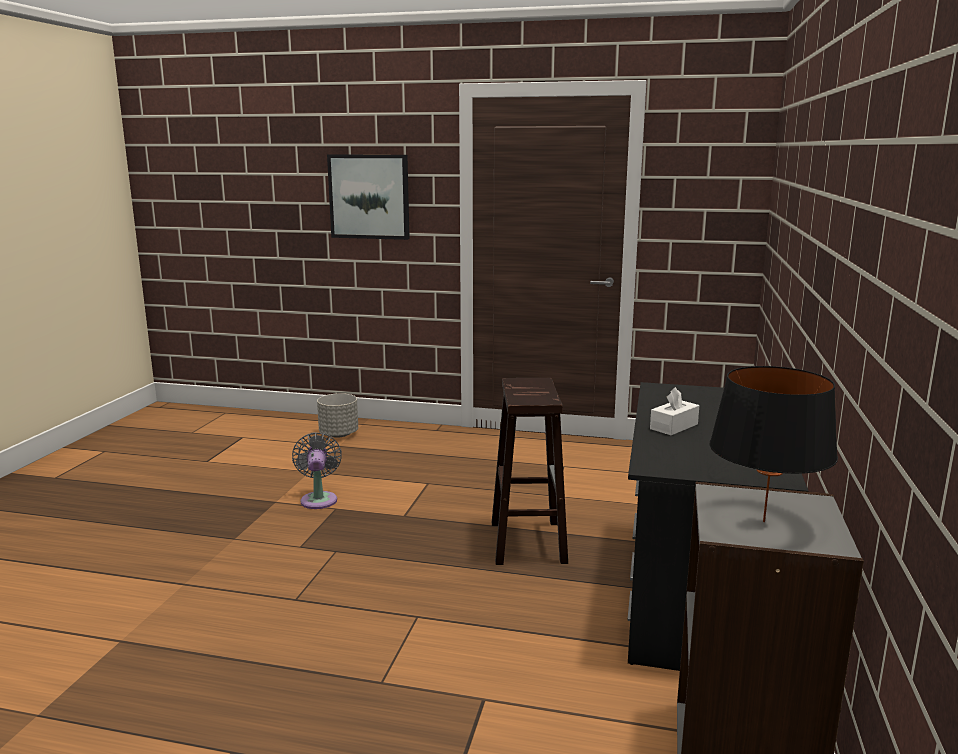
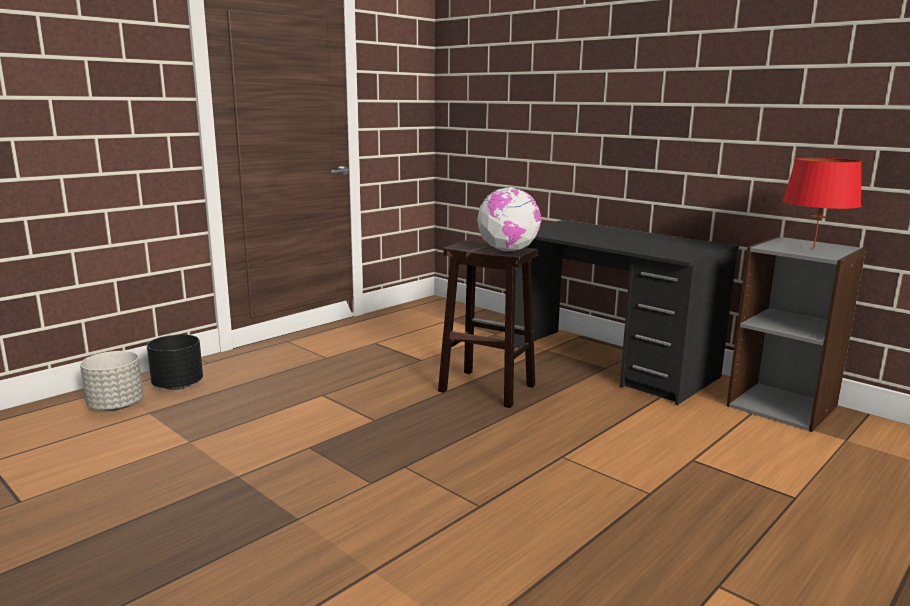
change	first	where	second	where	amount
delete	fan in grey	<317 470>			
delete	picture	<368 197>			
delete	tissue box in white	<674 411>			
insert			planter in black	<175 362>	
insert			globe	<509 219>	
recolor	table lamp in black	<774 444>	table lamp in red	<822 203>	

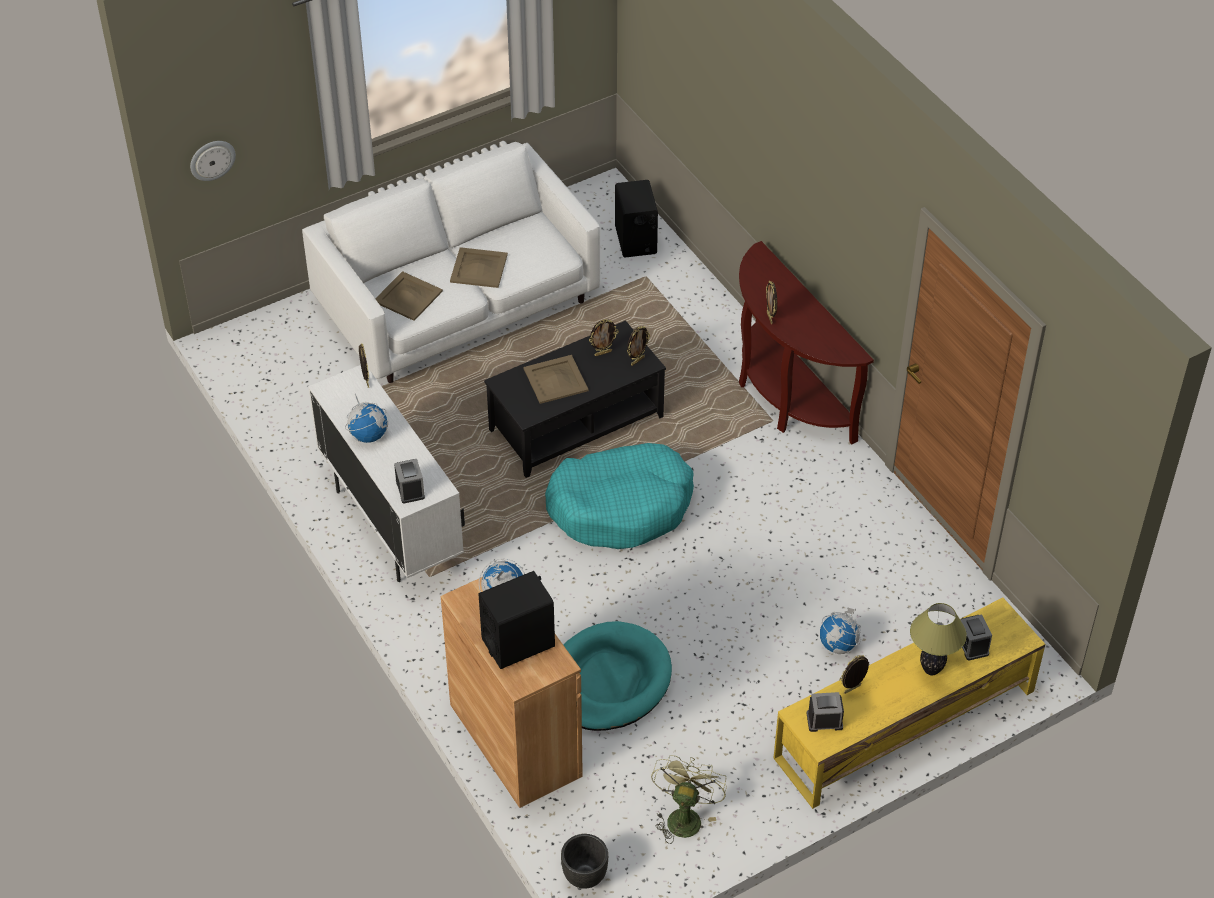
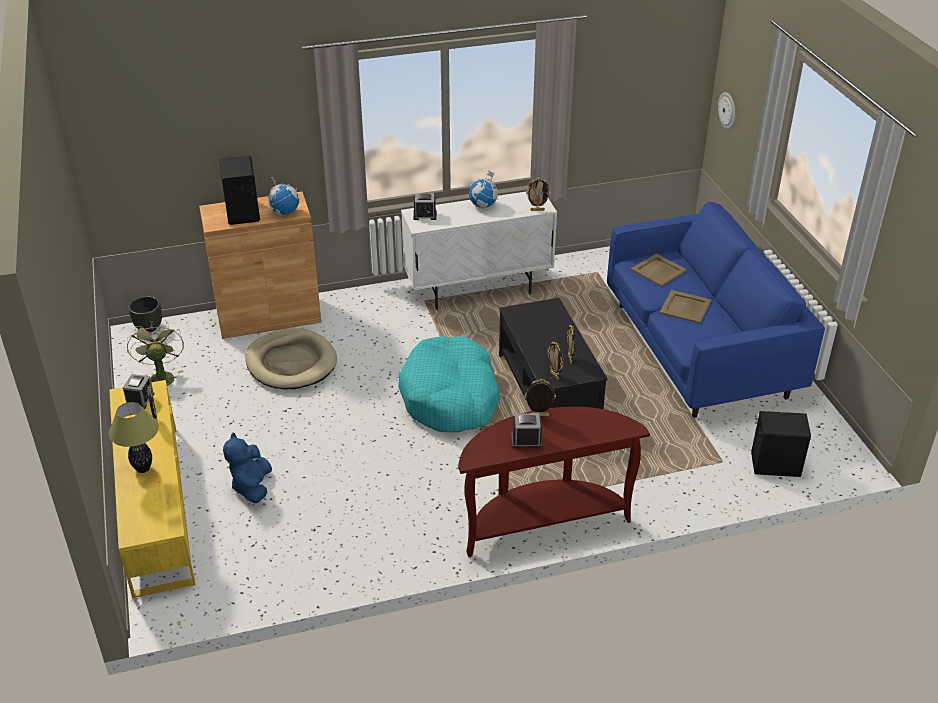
change	first	where	second	where	amount
delete	tray in beige	<556 379>			
move	alarm clock	<976 637>		<526 430>	
replace	globe	<840 630>	plush toy in blue	<247 468>	
recolor	sofa in white	<451 262>	sofa in blue	<716 310>	
recolor	dog bed in turquoise	<618 676>	dog bed in beige	<291 358>	
rotate	fan in green	<689 799>		<155 353>	135 degrees counterclockwise

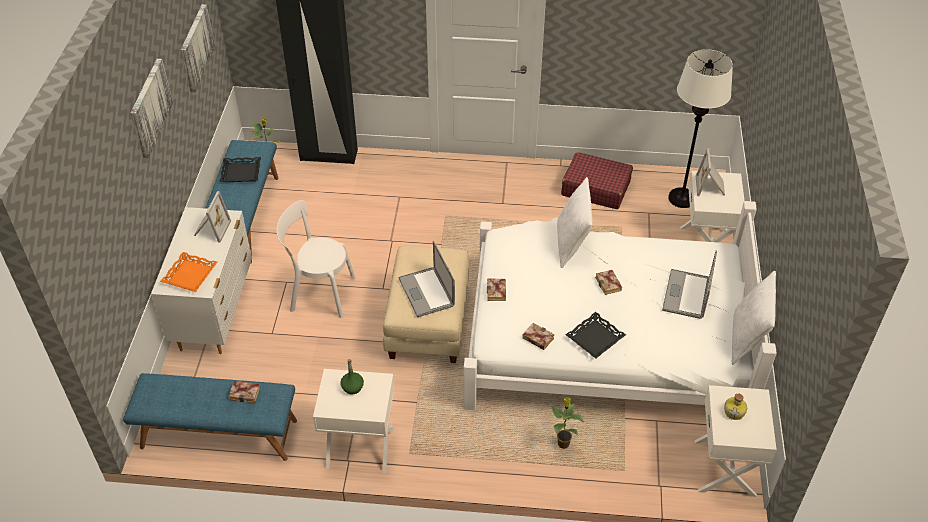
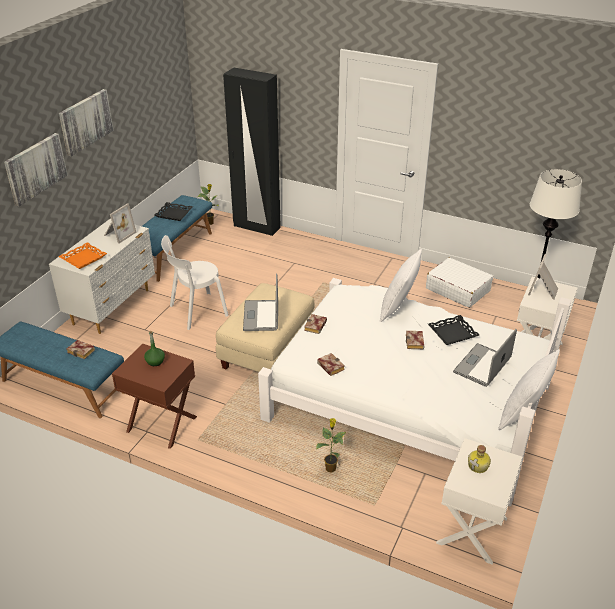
change	first	where	second	where	amount
move	picture	<198 48>		<36 169>	
move	tray in black	<596 335>		<453 330>	
recolor	nightstand in white	<353 421>	nightstand in brown	<154 396>	
recolor	suitcase in red	<597 180>	suitcase in white	<459 283>	
rotate	chair in white	<316 259>		<195 282>	60 degrees counterclockwise

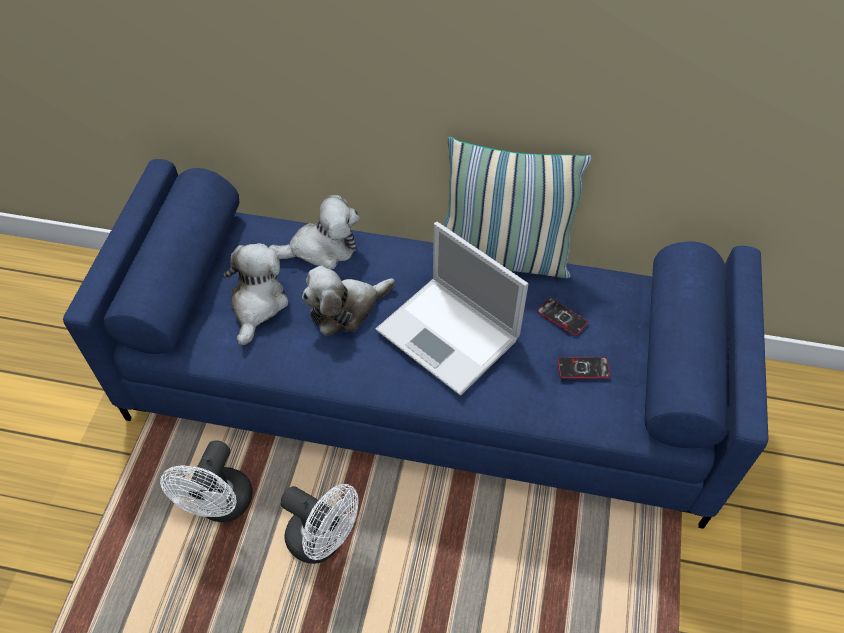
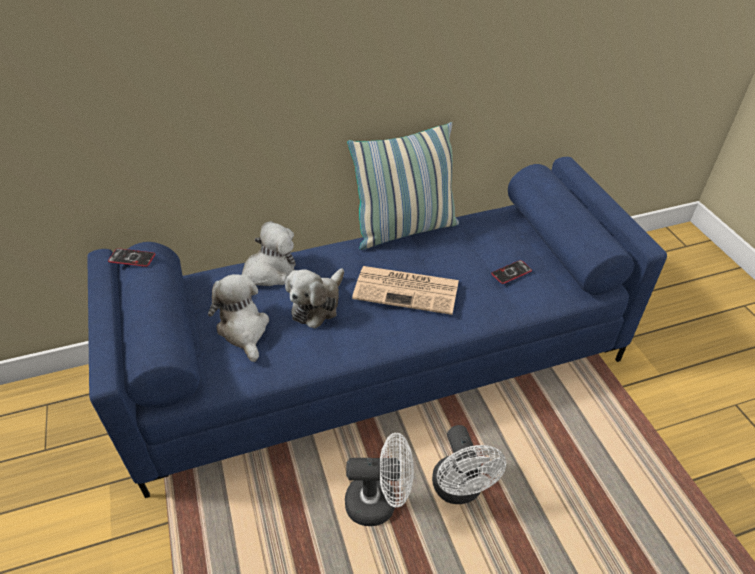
change	first	where	second	where	amount
move	fan in white	<206 481>		<469 464>	
move	phone	<562 317>		<132 257>	
replace	laptop	<451 309>	newspaper	<405 290>	

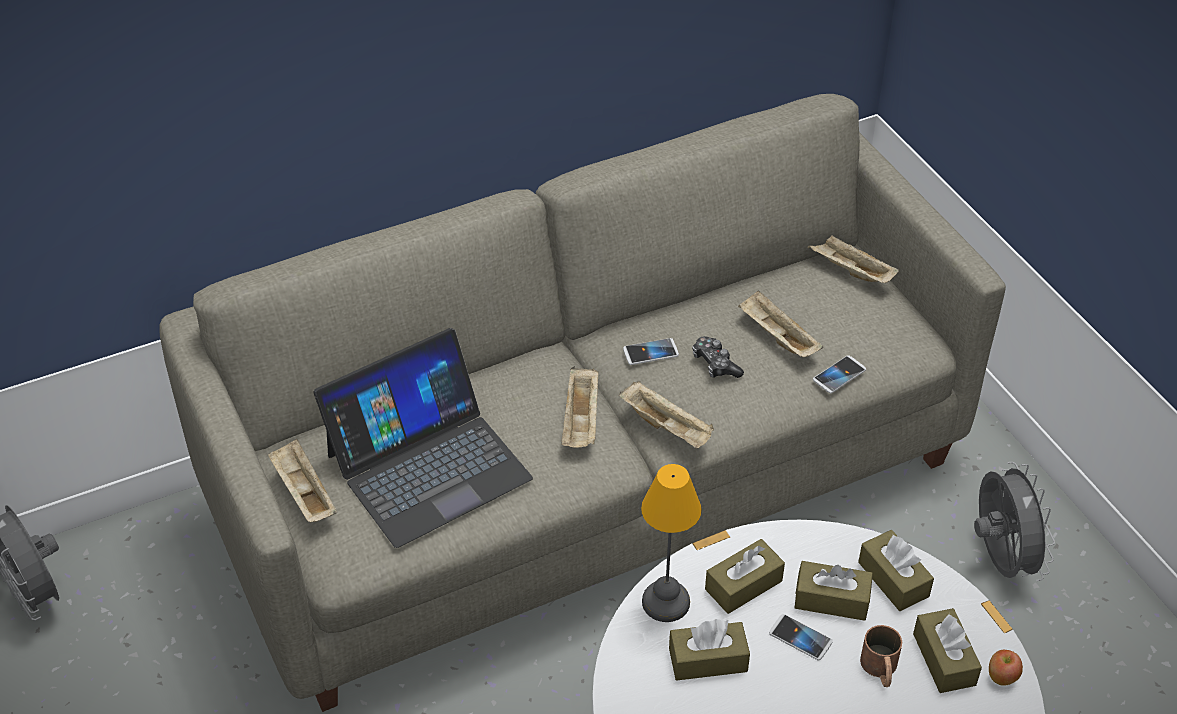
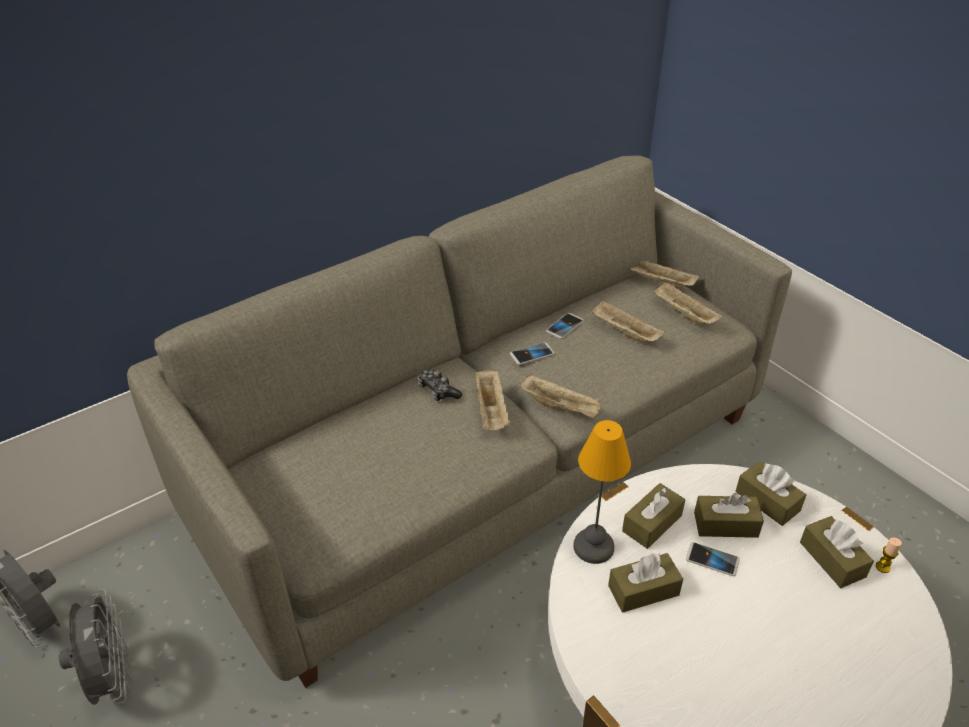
change	first	where	second	where	amount
delete	laptop	<423 438>			
delete	mug in brown	<881 656>			
move	tray in beige	<302 481>		<688 302>	
move	game controller	<718 357>		<440 385>	
move	phone	<839 374>		<565 326>	
move	fan in grey	<1014 521>		<95 647>	
replace	apple	<1006 668>	candle	<889 555>	

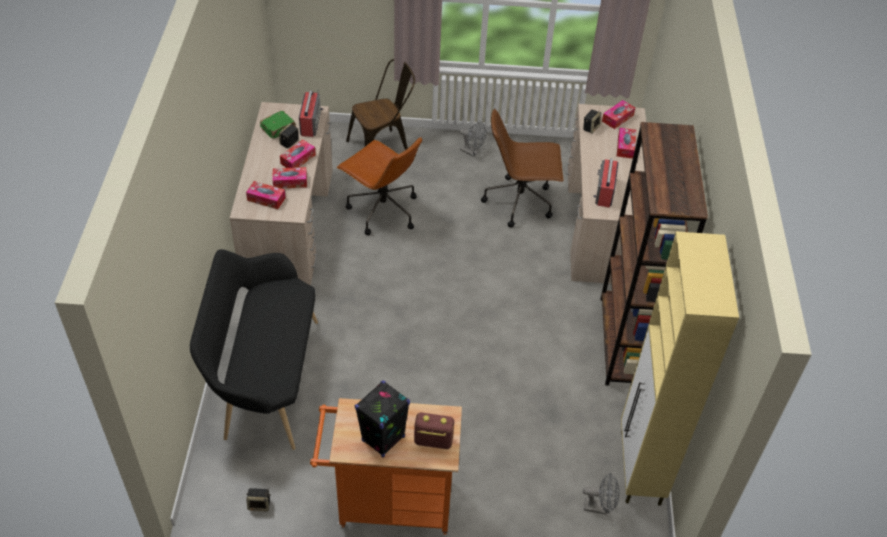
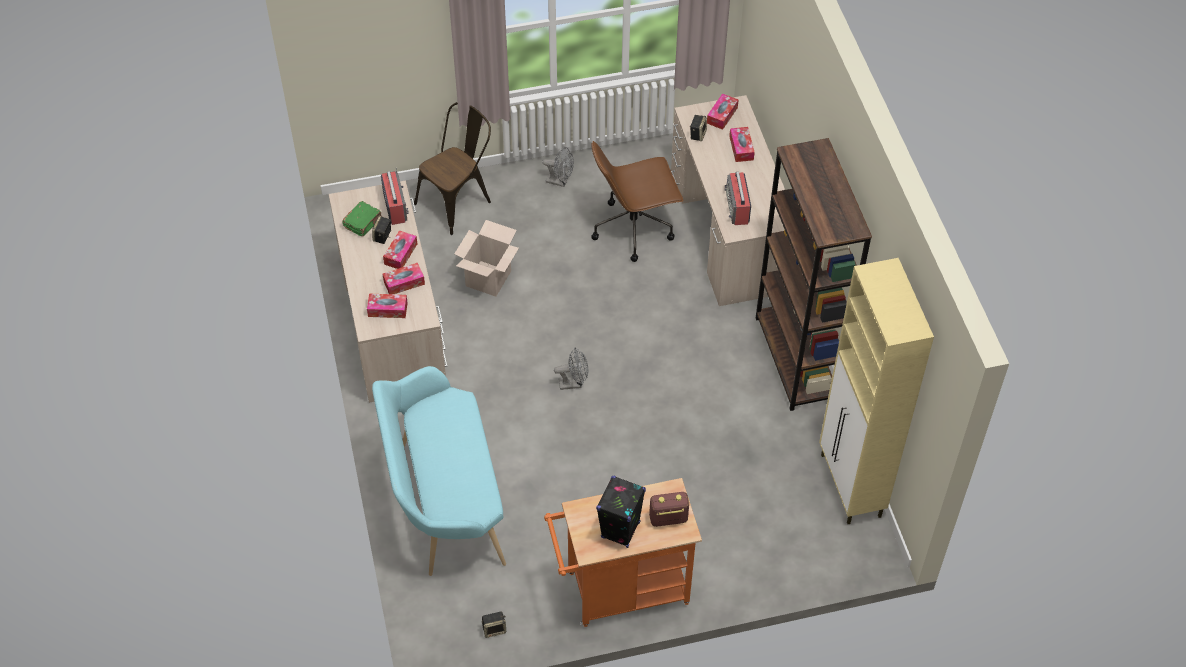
change	first	where	second	where	amount
move	fan in grey	<601 494>		<571 368>	
replace	office chair in brown	<379 186>	cardboard box	<486 258>	
recolor	bench in black	<254 349>	bench in turquoise	<439 471>	

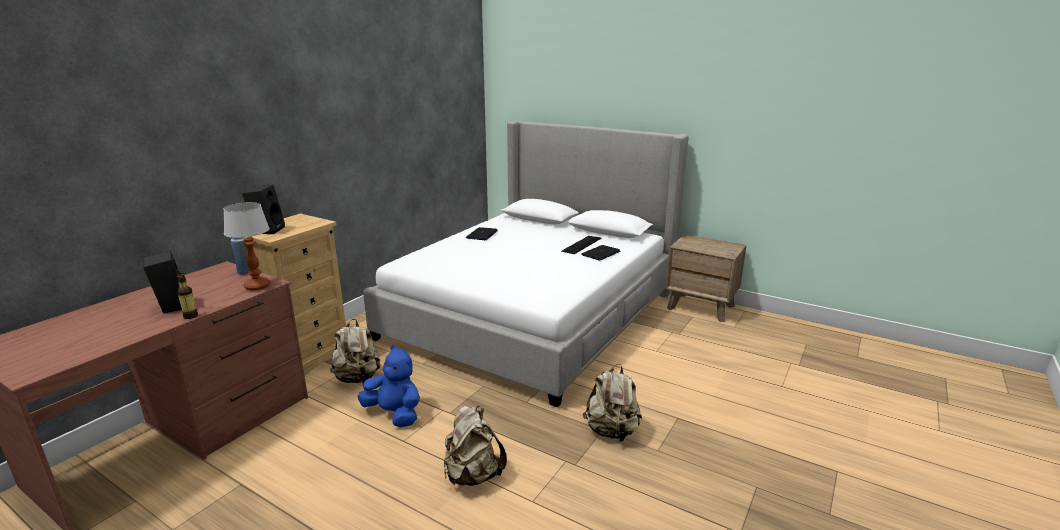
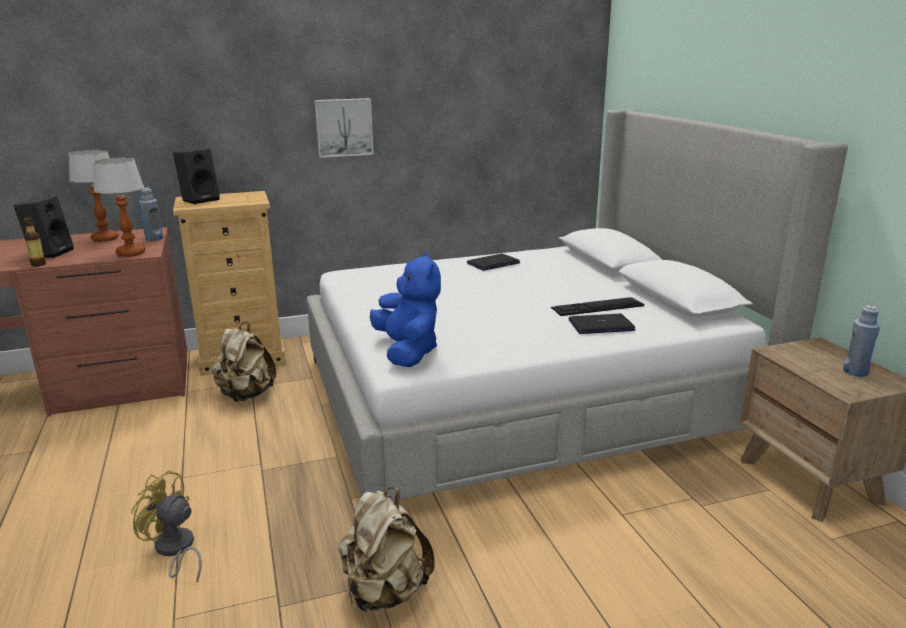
change	first	where	second	where	amount
insert			table lamp	<94 196>	
insert			picture	<344 128>	
insert			bottle in blue	<861 341>	
move	plush toy in blue	<388 386>		<405 309>	
replace	backpack in beige	<475 446>	fan in yellow	<166 526>	

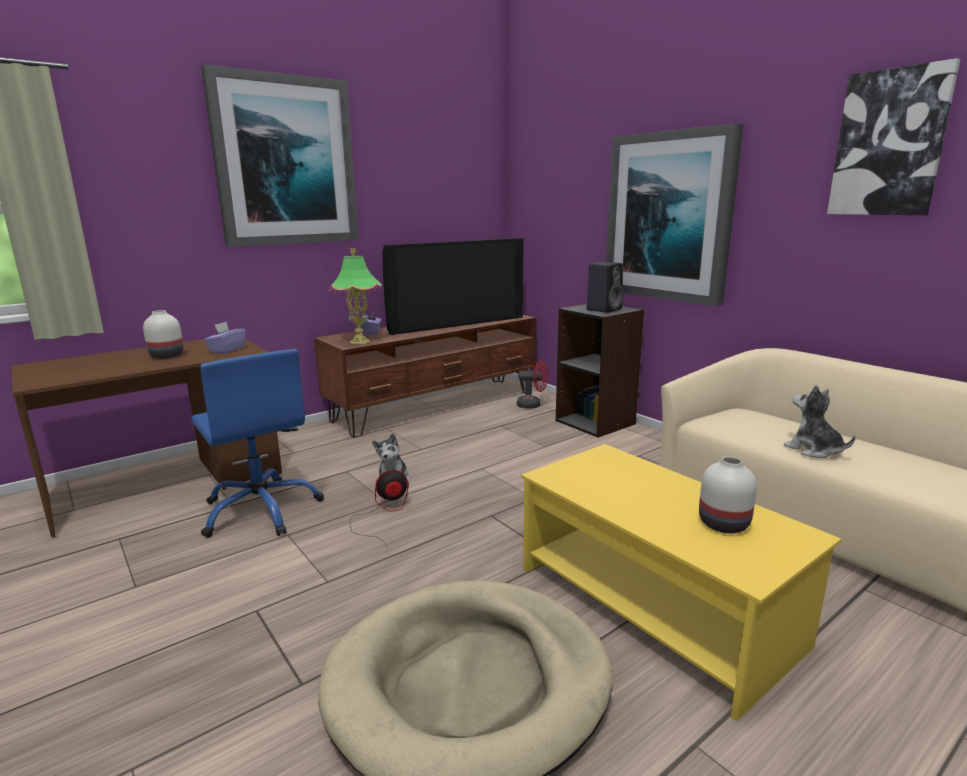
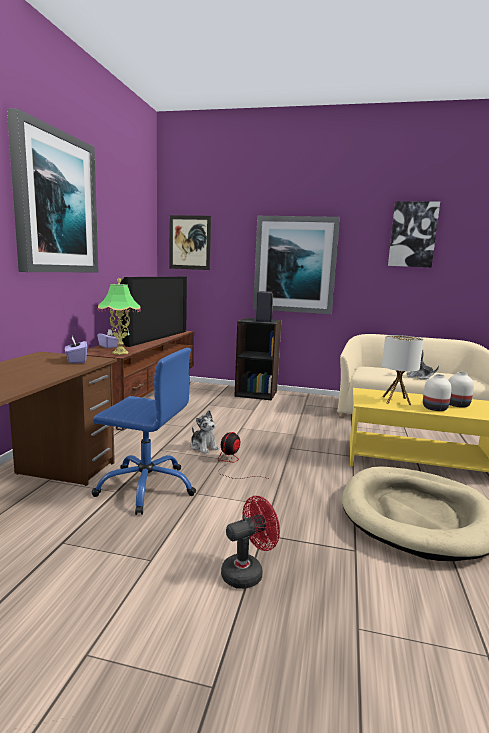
change	first	where	second	where	amount
insert			picture	<190 242>	
insert			table lamp	<403 370>	
move	vase in white	<163 334>		<437 392>	
move	fan in red	<532 385>		<250 542>	

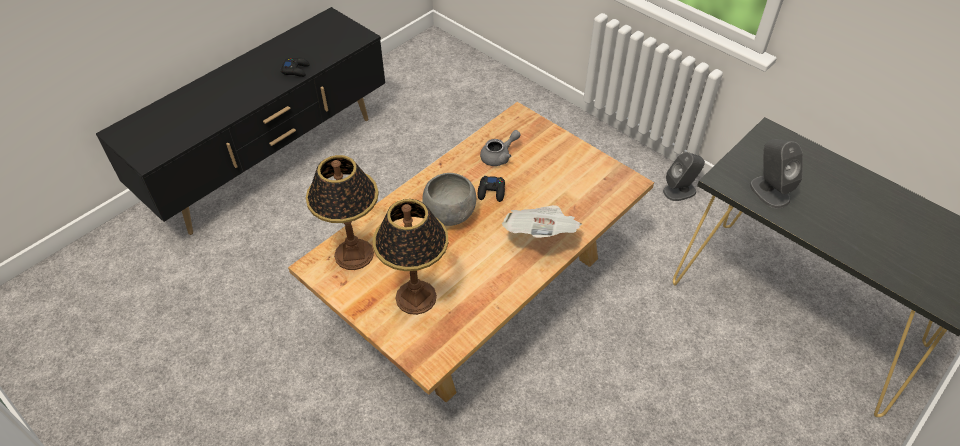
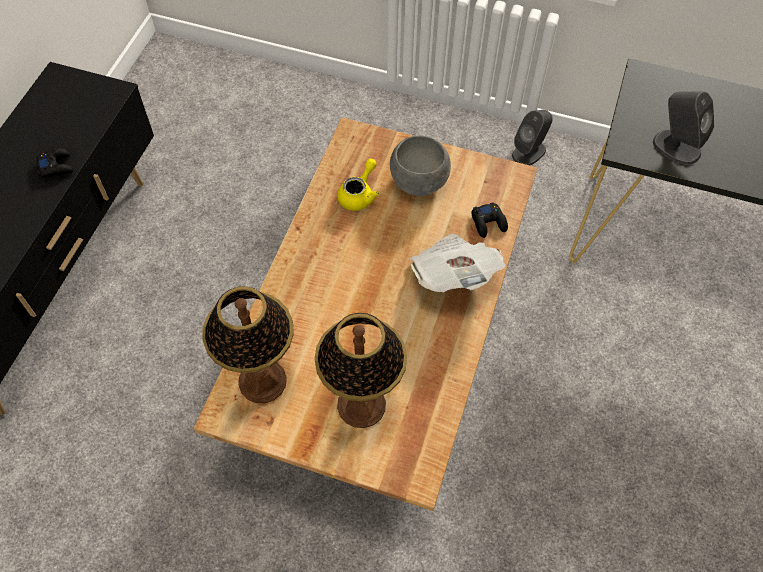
change	first	where	second	where	amount
move	bowl in grey	<449 199>		<420 166>	
move	game controller in black	<491 189>		<489 220>	
recolor	teapot in grey	<500 148>	teapot in yellow	<358 185>	

